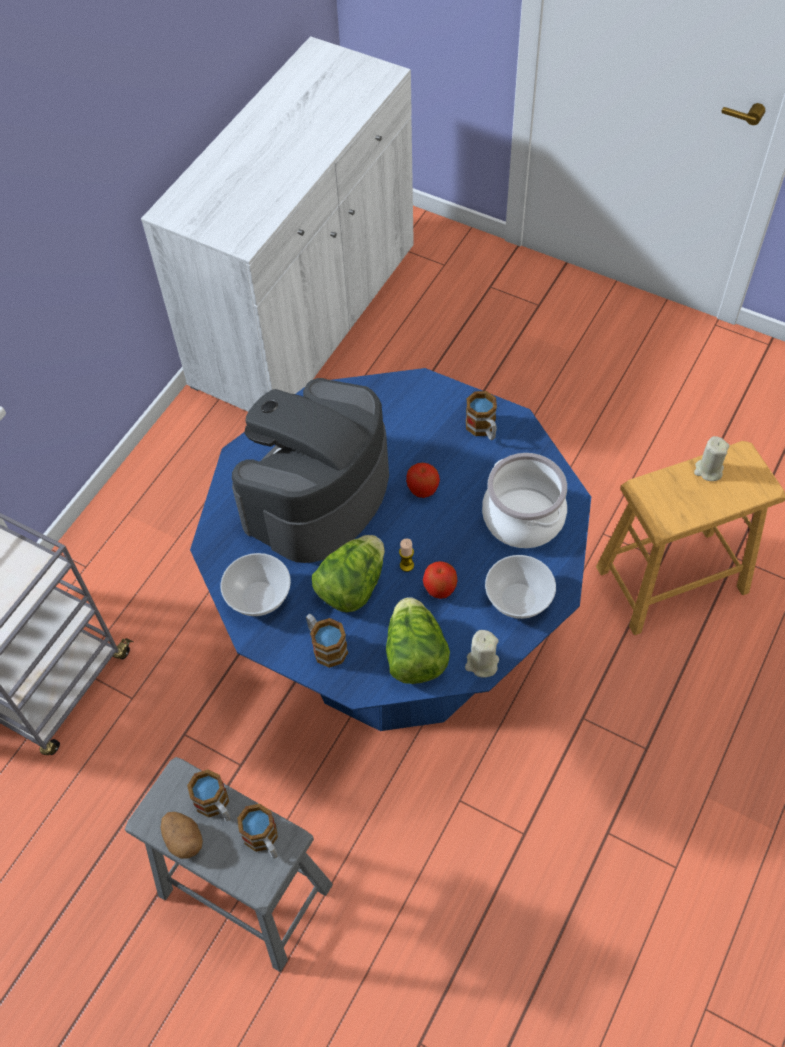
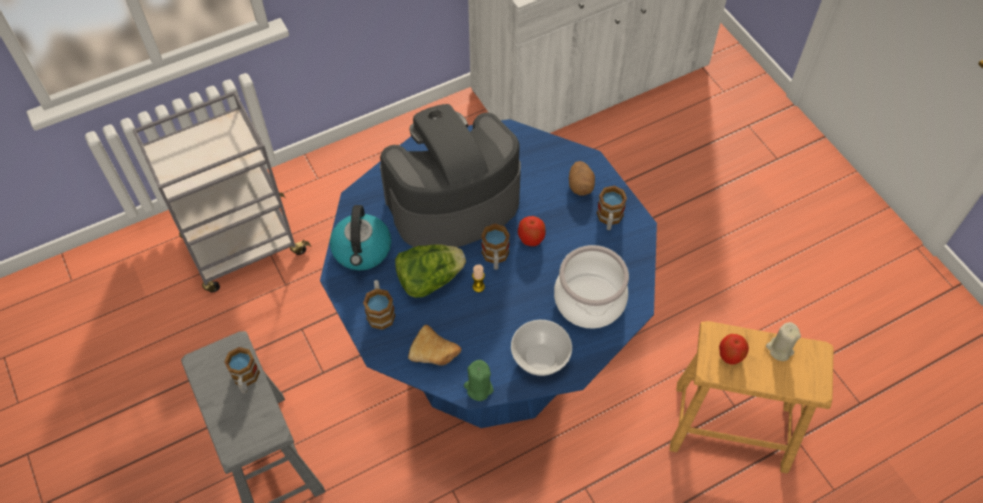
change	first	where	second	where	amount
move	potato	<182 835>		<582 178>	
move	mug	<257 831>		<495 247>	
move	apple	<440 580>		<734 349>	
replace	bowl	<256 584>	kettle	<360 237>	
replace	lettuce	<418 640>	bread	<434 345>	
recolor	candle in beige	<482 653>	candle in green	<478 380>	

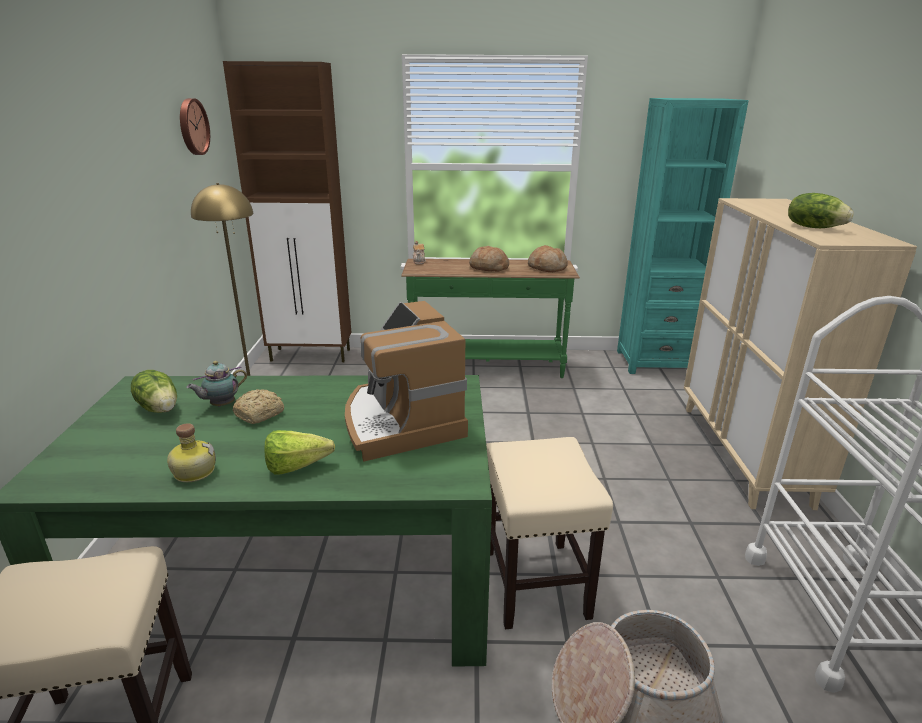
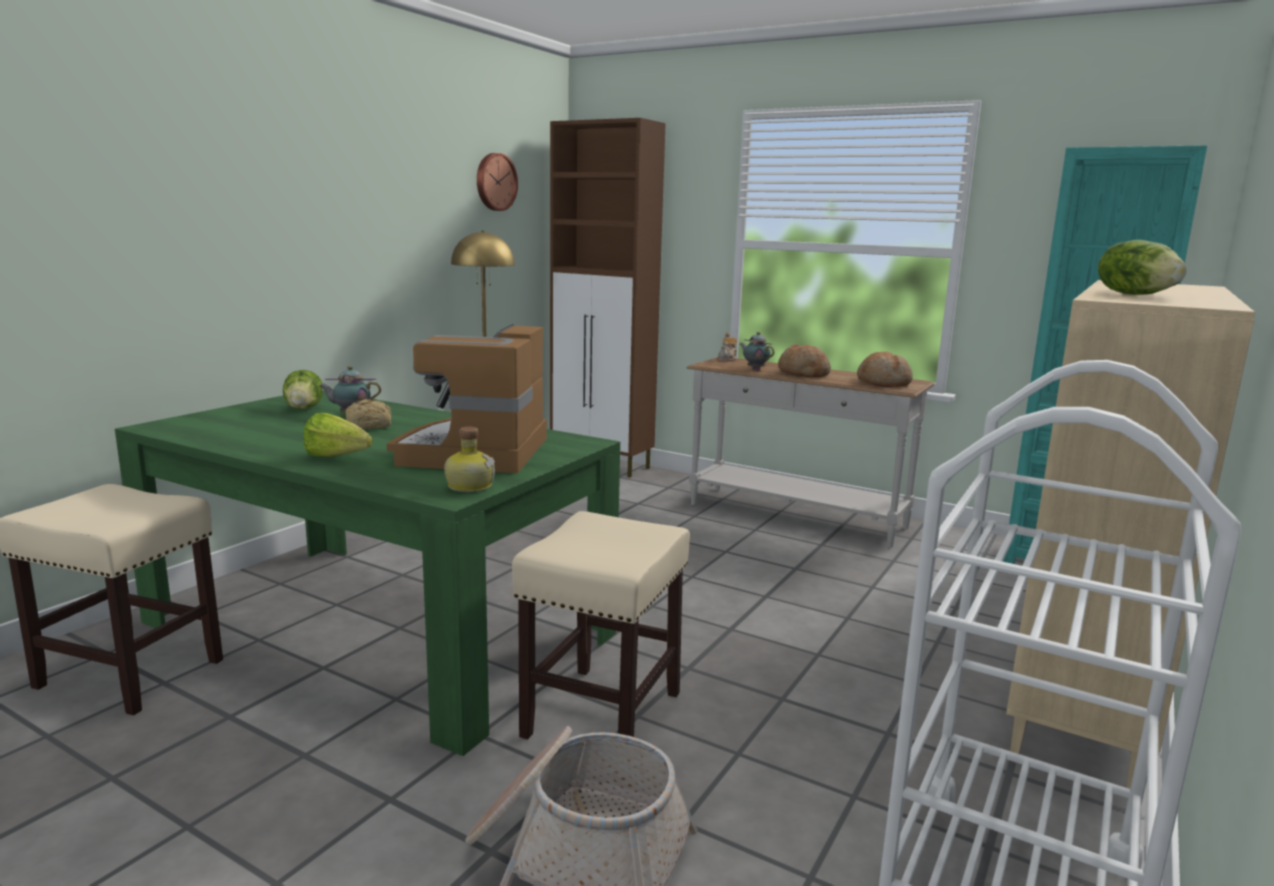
change	first	where	second	where	amount
insert			teapot	<757 351>	
move	bottle	<191 452>		<469 459>	
recolor	console table in green	<490 318>	console table in white	<811 452>	

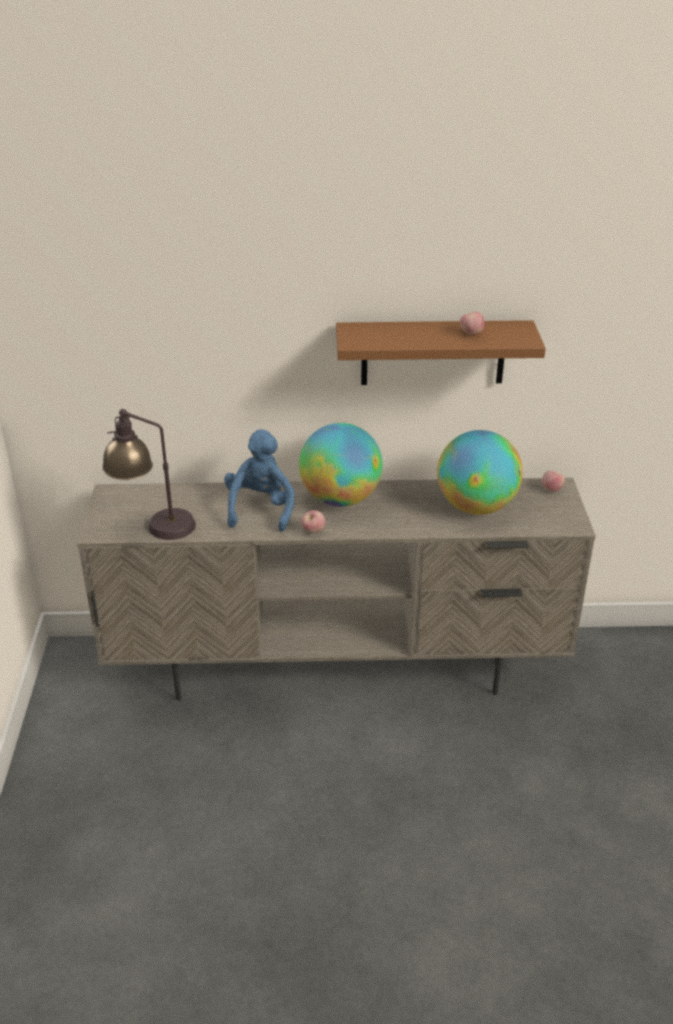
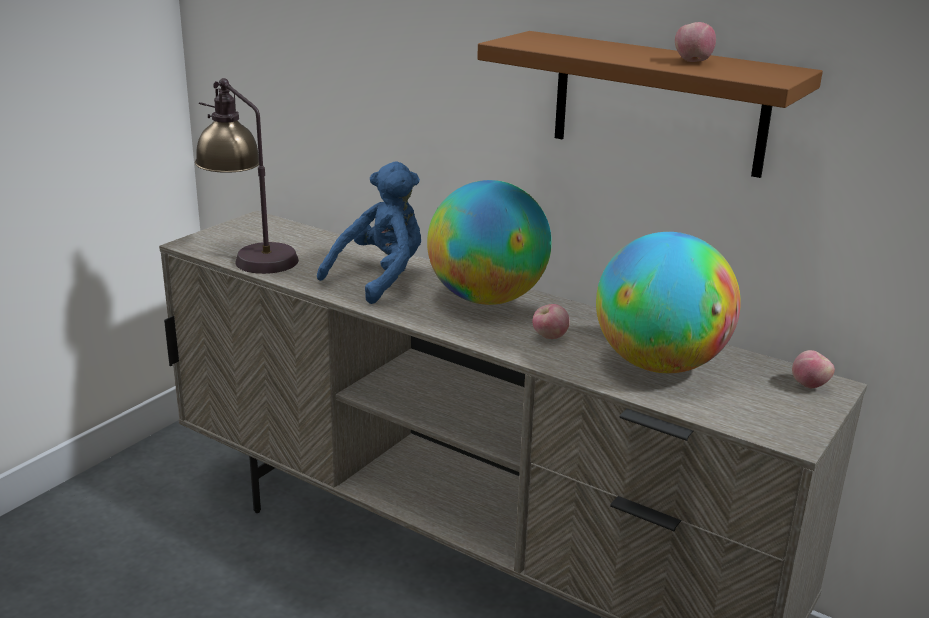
change	first	where	second	where	amount
move	apple	<313 521>		<551 321>	

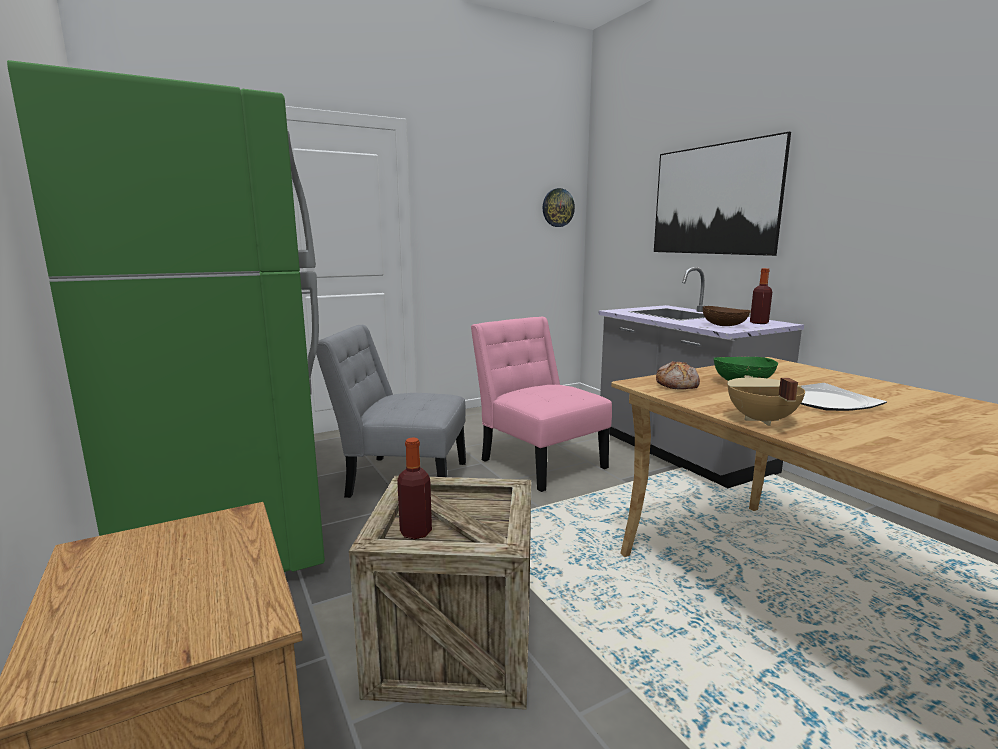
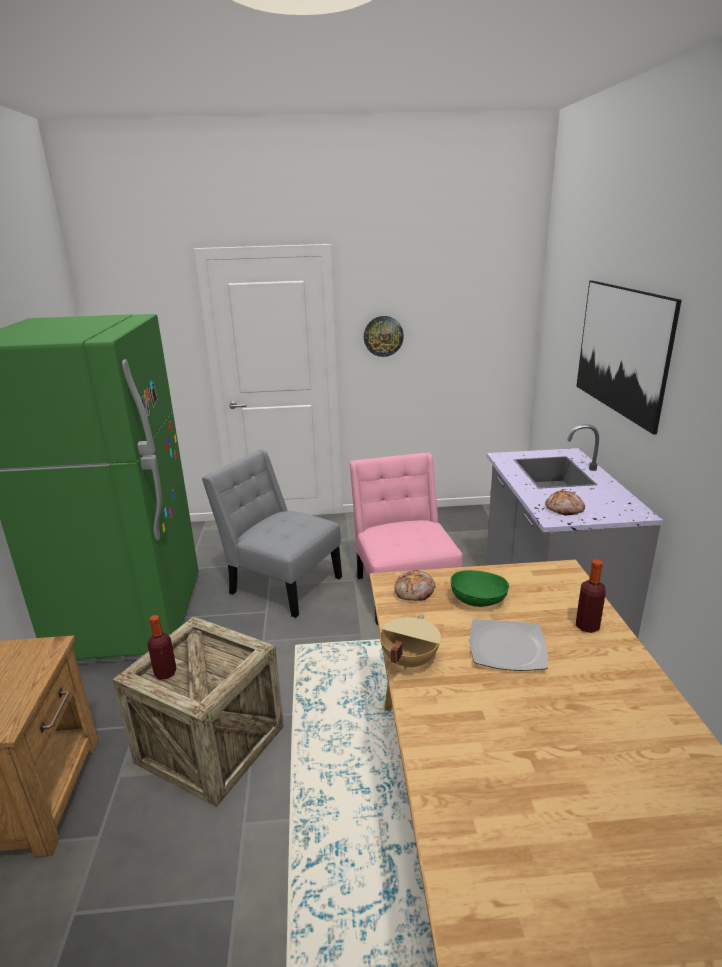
change	first	where	second	where	amount
move	wall clock	<559 207>		<384 336>	
move	bottle	<761 296>		<591 596>	
replace	bowl in brown	<727 316>	bread	<565 503>	

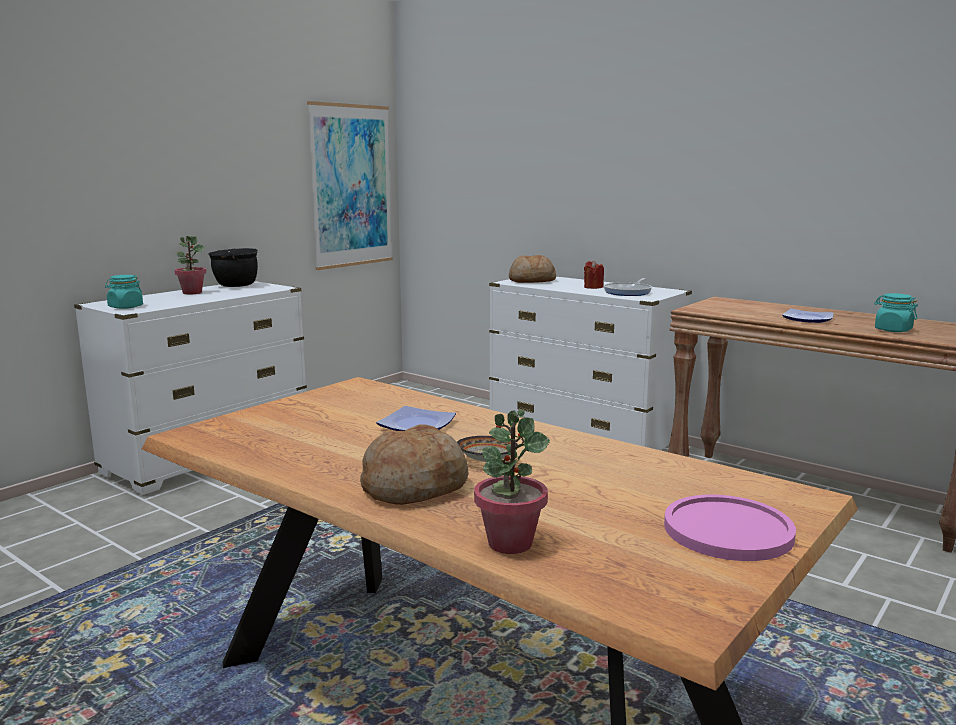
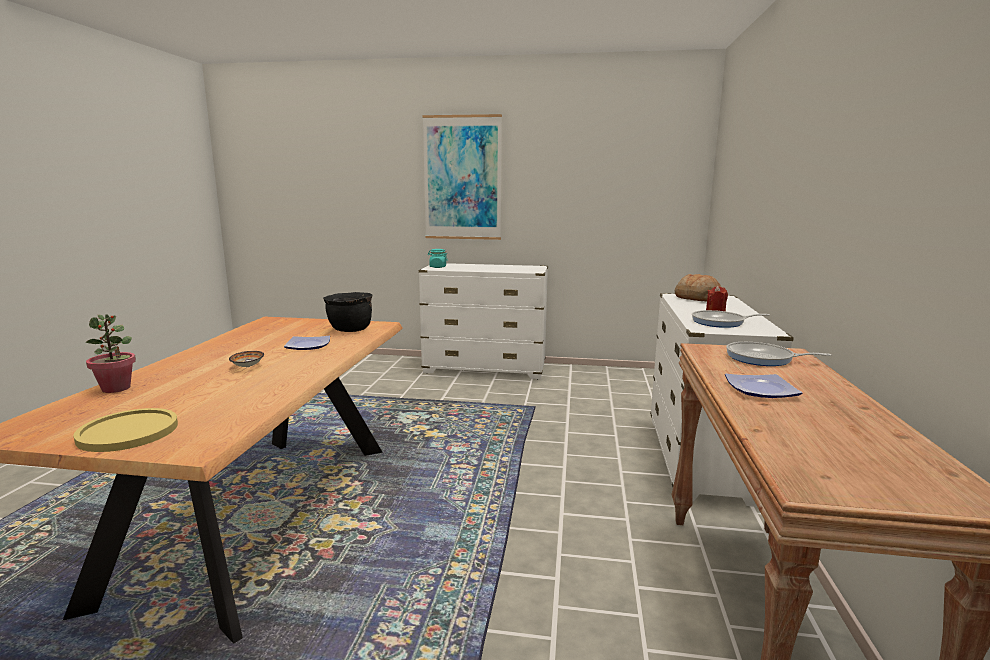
change	first	where	second	where	amount
delete	potted plant	<190 265>			
delete	bread	<414 464>			
delete	jar in turquoise	<896 312>			
insert			frying pan	<778 354>	
move	cooking pot in black	<233 267>		<348 312>	
move	picture	<350 185>		<462 177>	
recolor	plate in pink	<730 528>	plate in yellow	<125 430>	

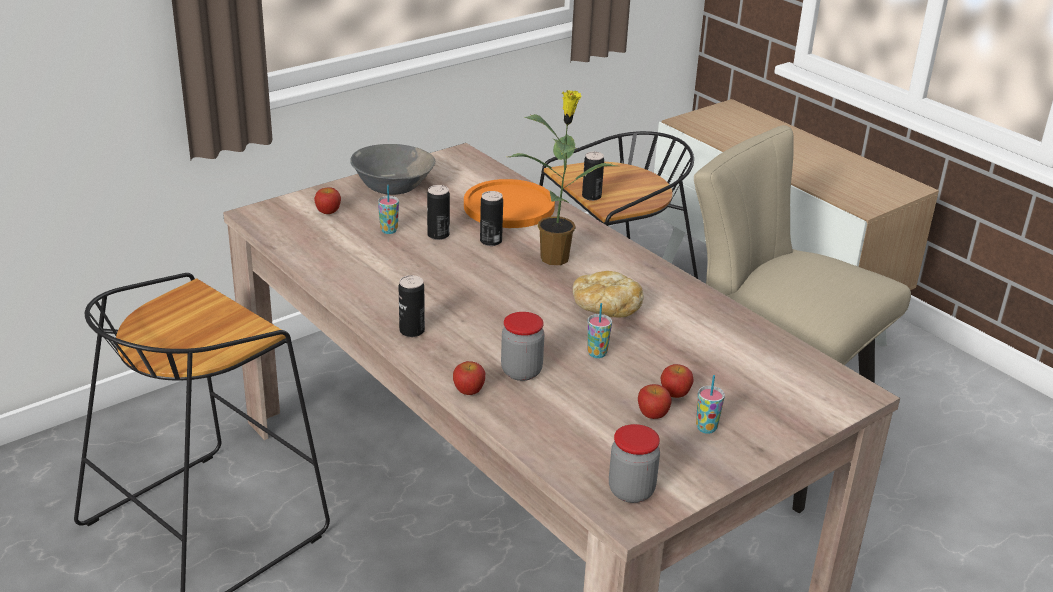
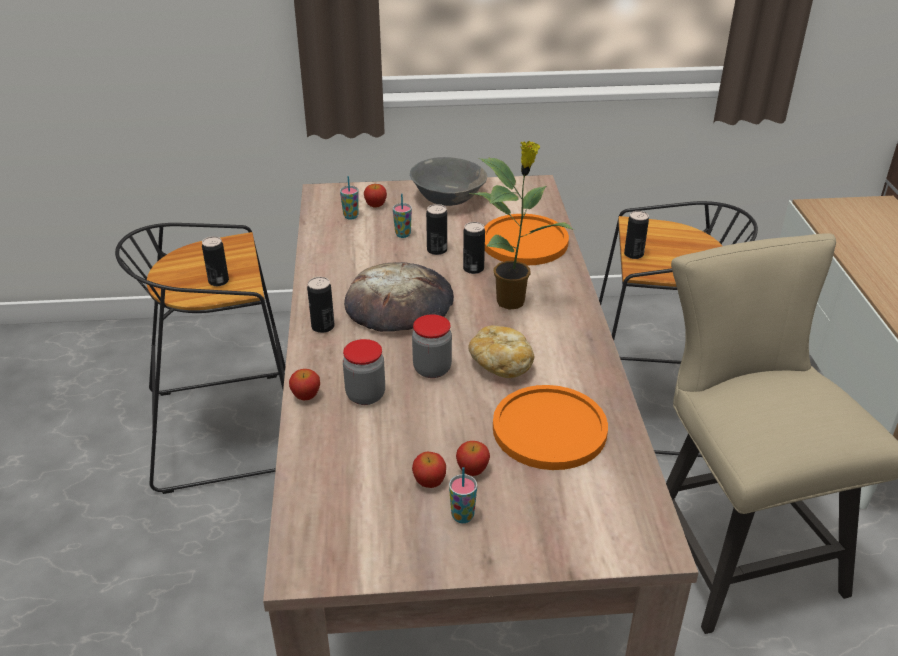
change	first	where	second	where	amount
insert			can	<215 261>	
insert			bread	<399 297>	
insert			plate in orange	<550 427>	
move	cup	<599 330>		<349 198>	
move	jar	<634 463>		<432 346>	

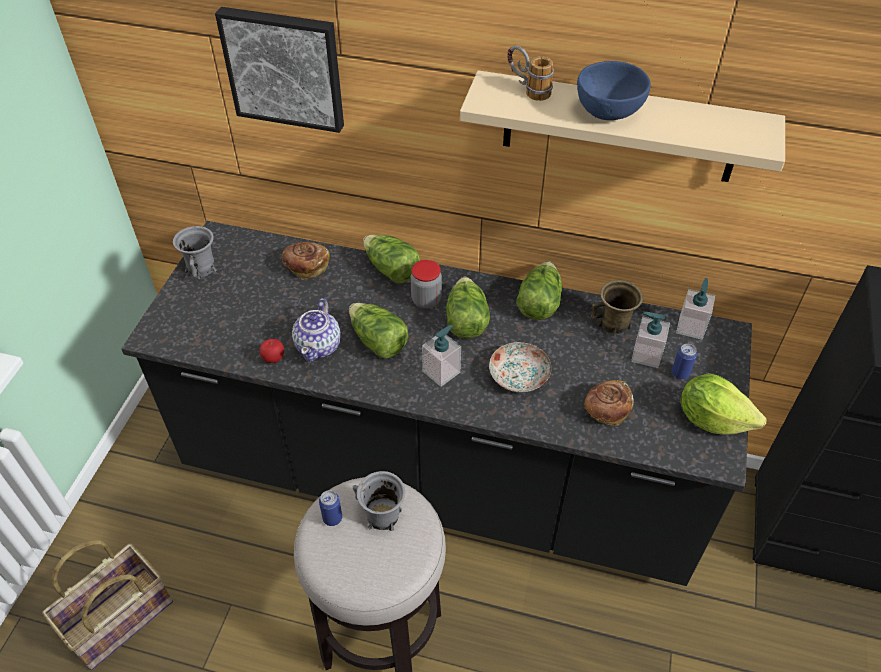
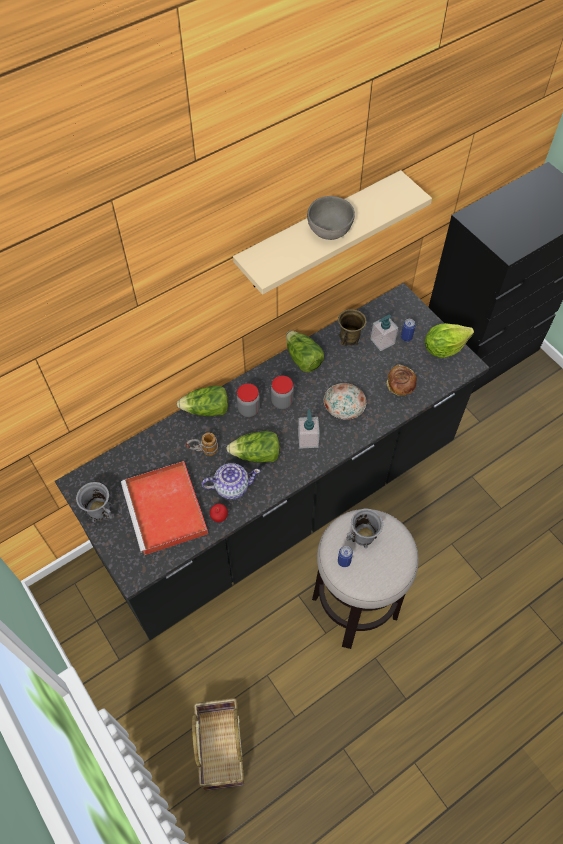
change	first	where	second	where	amount
delete	picture	<279 70>			
delete	bread	<306 260>			
delete	soap dispenser	<695 309>			
insert			tray in red	<164 508>	
move	mug	<530 73>		<202 444>	
replace	lettuce	<468 308>	jar	<282 392>	
recolor	bowl in blue	<614 90>	bowl in grey	<331 218>	
rotate	teapot	<316 330>		<230 481>	60 degrees counterclockwise

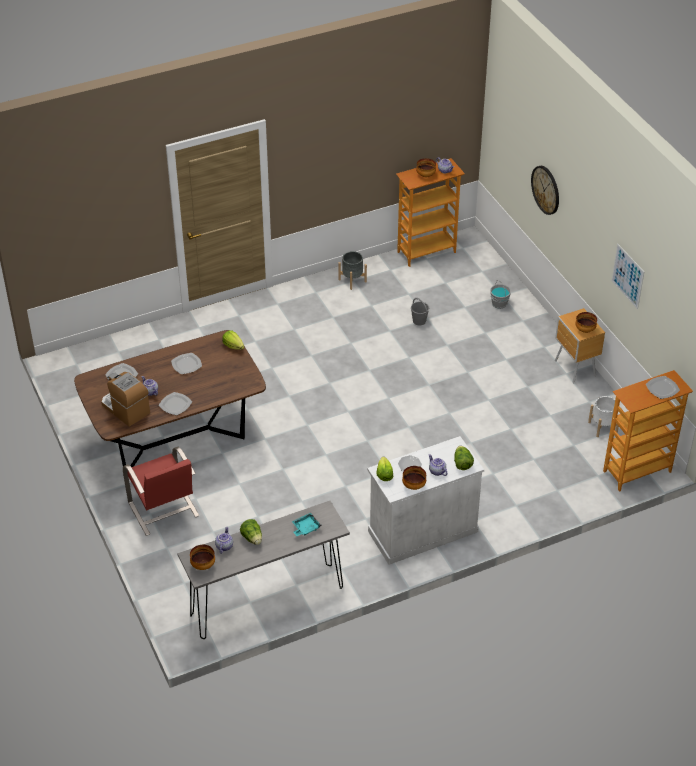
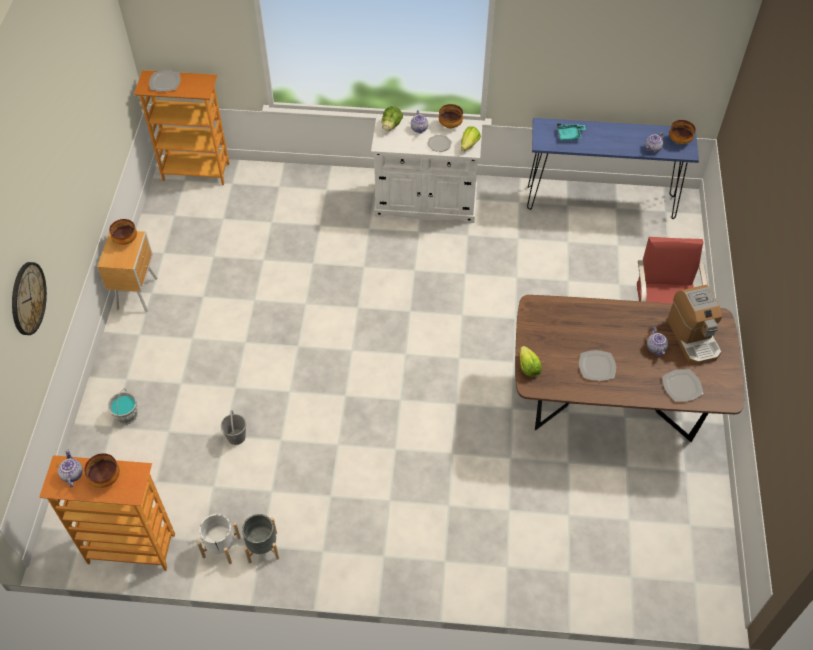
change	first	where	second	where	amount
delete	plate	<175 403>			
delete	lettuce	<251 532>			
delete	picture	<627 276>			
move	planter in white	<603 416>		<219 539>	
recolor	console table in grey	<264 570>	console table in blue	<613 168>	

